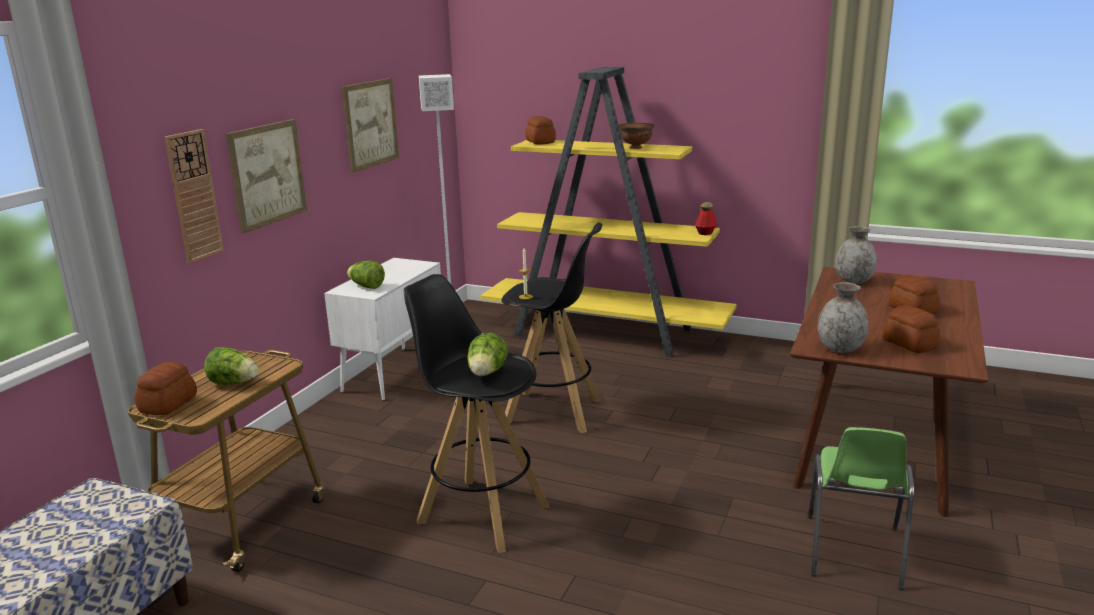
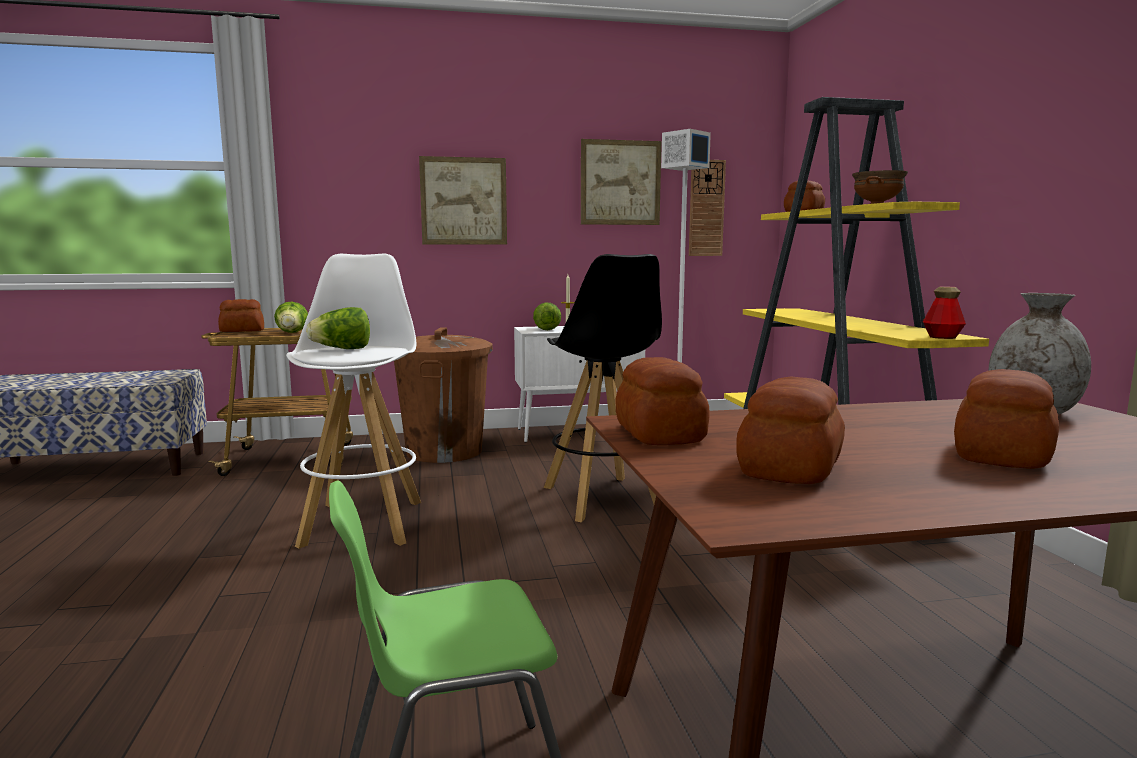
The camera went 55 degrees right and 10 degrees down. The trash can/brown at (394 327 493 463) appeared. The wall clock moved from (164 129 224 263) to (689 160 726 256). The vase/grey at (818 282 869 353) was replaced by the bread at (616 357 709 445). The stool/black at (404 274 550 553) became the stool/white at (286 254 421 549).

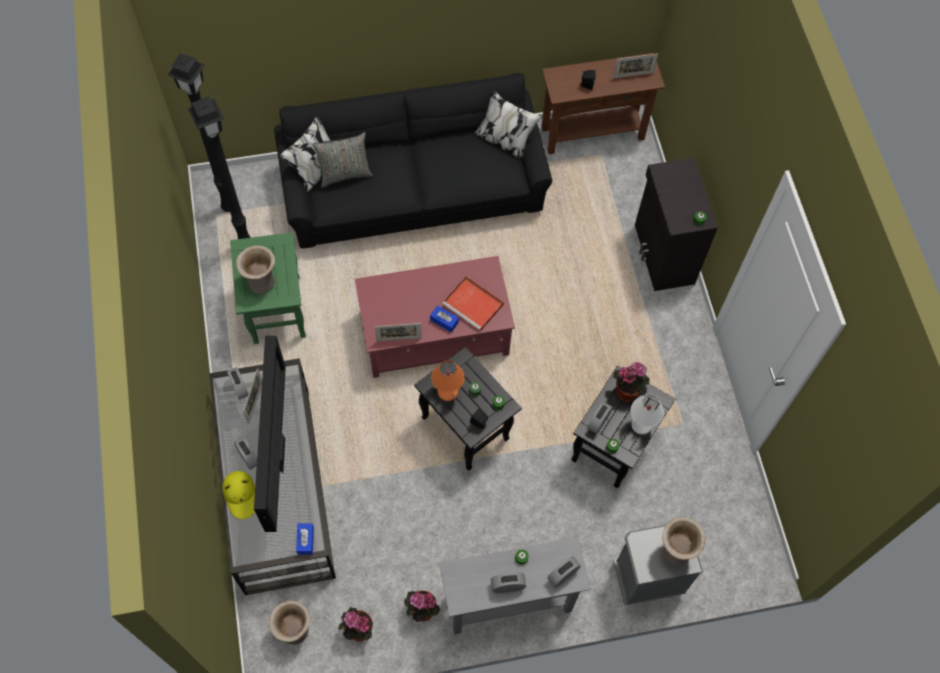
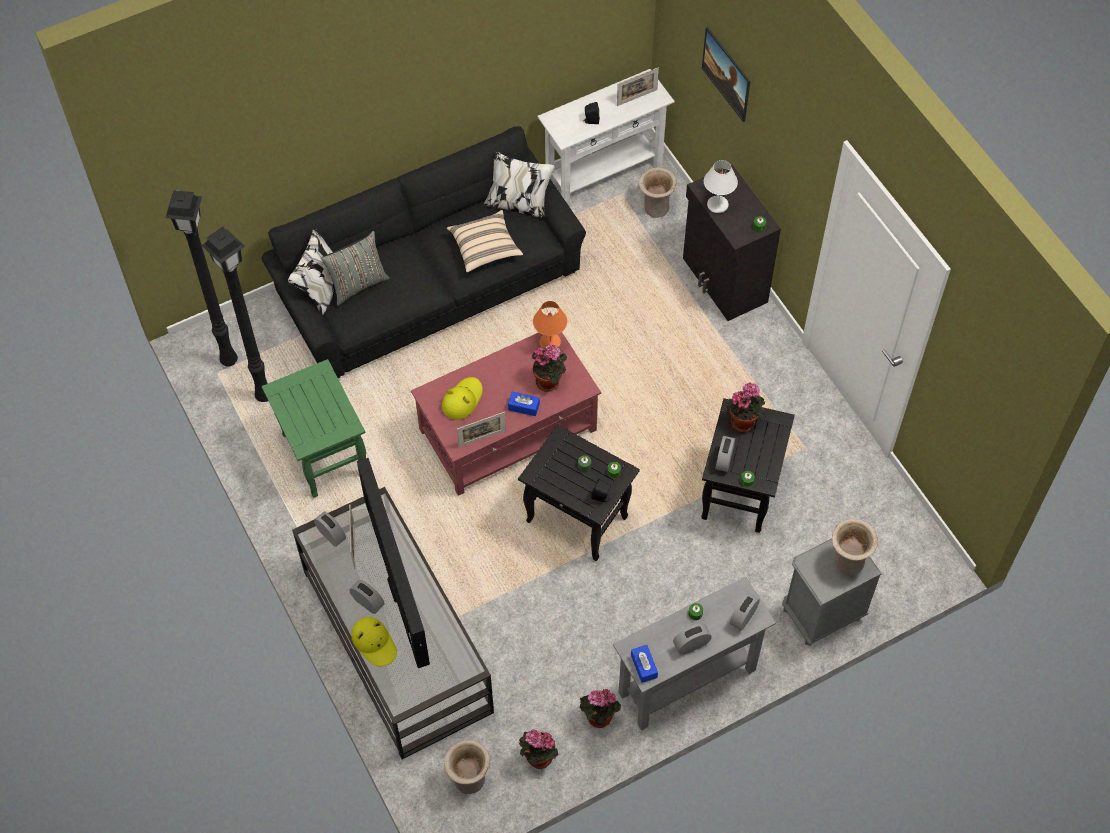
The camera went 15 degrees left and 5 degrees down. The hat/yellow at (442 377 483 420) appeared. The pillow/beige at (447 210 523 273) appeared. The picture at (702 27 750 122) appeared. The vase/beige moved from (236 245 275 293) to (639 167 677 218). The tissue box/blue moved from (296 523 314 555) to (631 645 658 683). The table lamp/orange moved from (431 360 465 401) to (533 301 567 348). The table lamp/white moved from (631 395 664 435) to (704 160 738 213). The tray/red at (442 276 504 332) was replaced by the potted plant at (532 345 567 392). The console table/brown at (541 53 665 154) became the console table/white at (538 69 675 207).

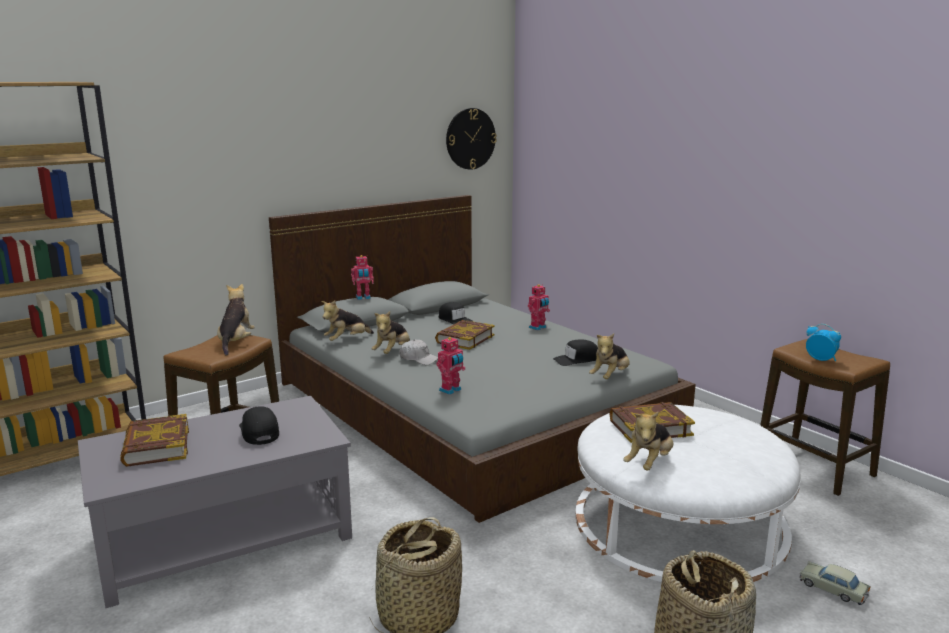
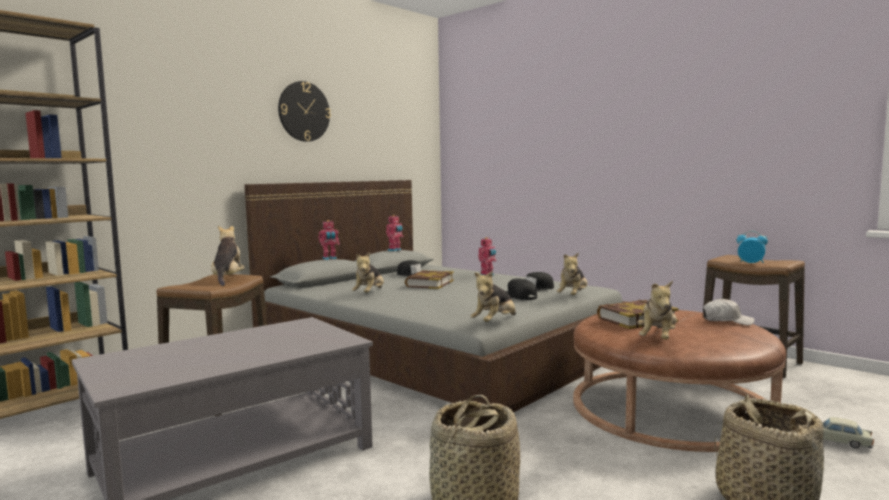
The camera went 10 degrees left and 10 degrees down. The book at (120 414 189 467) disappeared. The cap/black moved from (239 406 279 445) to (506 279 537 300). The plush toy moved from (321 301 374 341) to (470 271 516 322). The cap/white moved from (399 340 438 365) to (703 298 755 326). The toy robot moved from (436 336 465 395) to (386 215 403 251). The wall clock moved from (446 108 497 170) to (278 81 331 142). The ottoman/white at (575 405 801 582) became the ottoman/brown at (573 310 786 452).

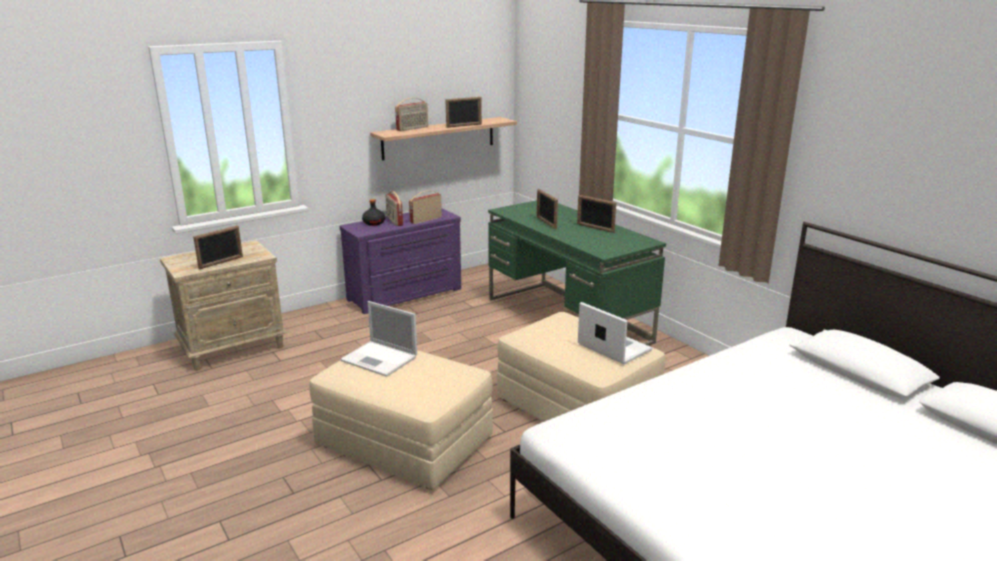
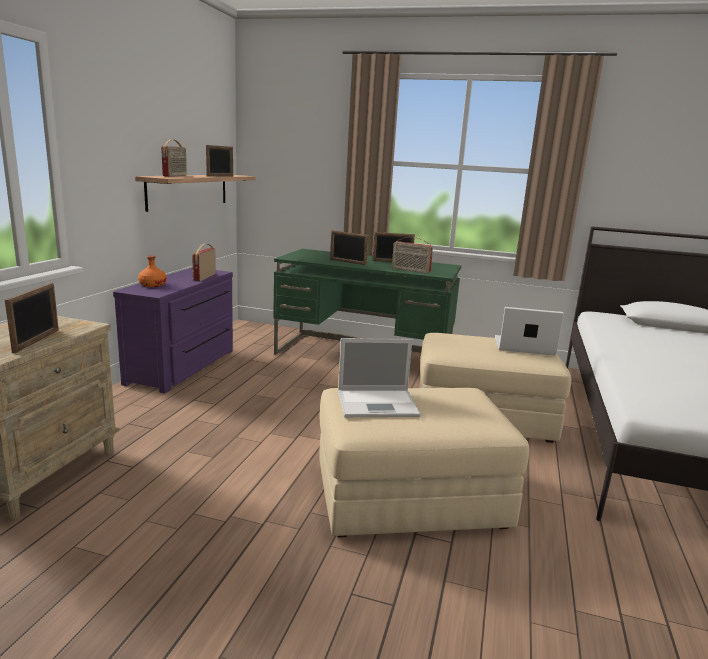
The camera went 40 degrees left and 5 degrees down. The radio moved from (385 191 403 226) to (392 237 433 274). The bottle/black at (362 199 385 226) became the bottle/orange at (138 256 167 287).

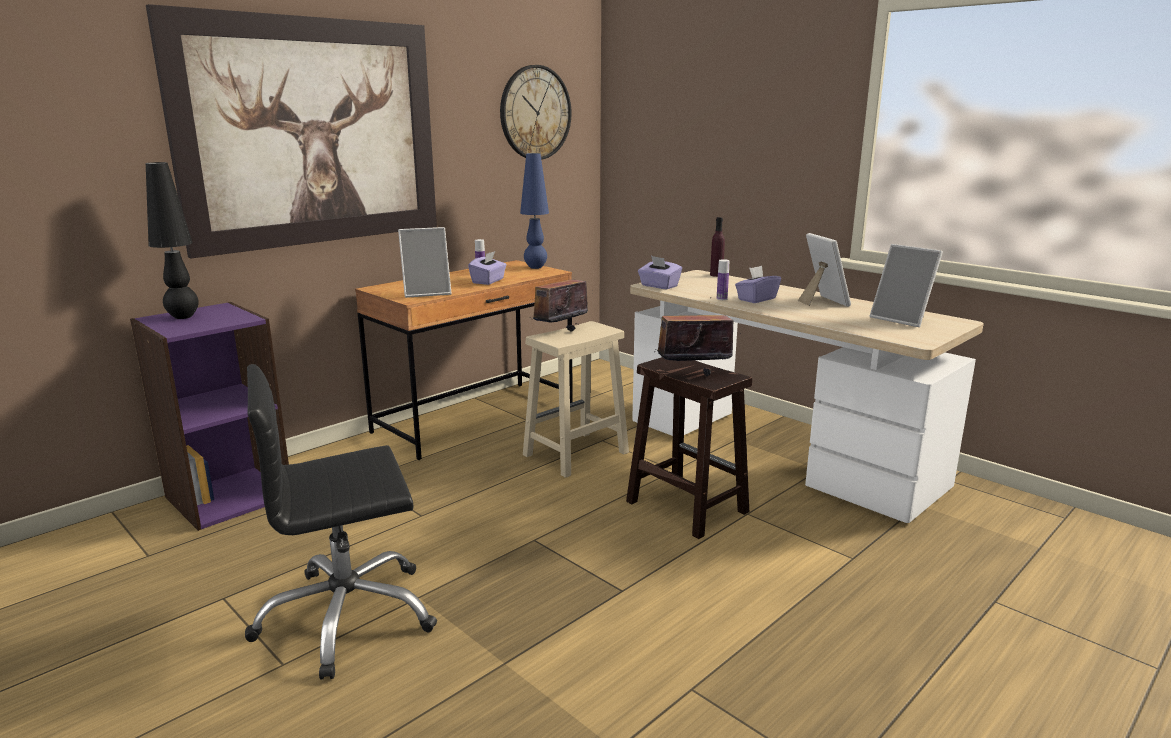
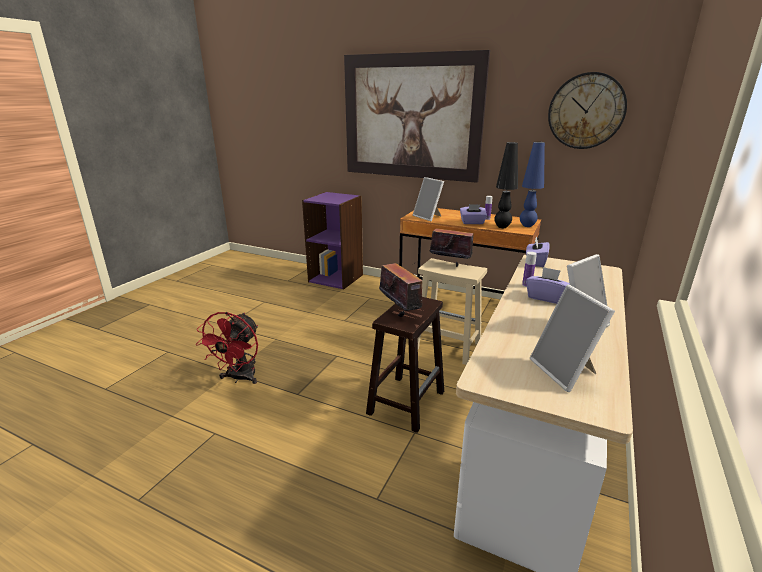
The camera went 70 degrees right and 5 degrees up. The office chair/black at (245 364 437 680) disappeared. The bottle/purple at (710 217 725 277) disappeared. The fan/red at (196 312 258 384) appeared. The table lamp/black moved from (146 162 199 319) to (494 142 518 228). The picture frame at (870 244 943 327) turned 45 degrees counterclockwise.

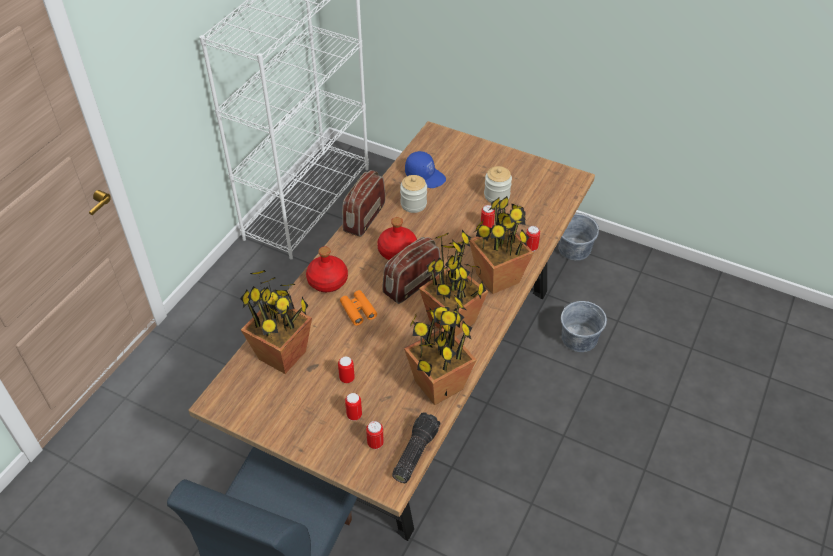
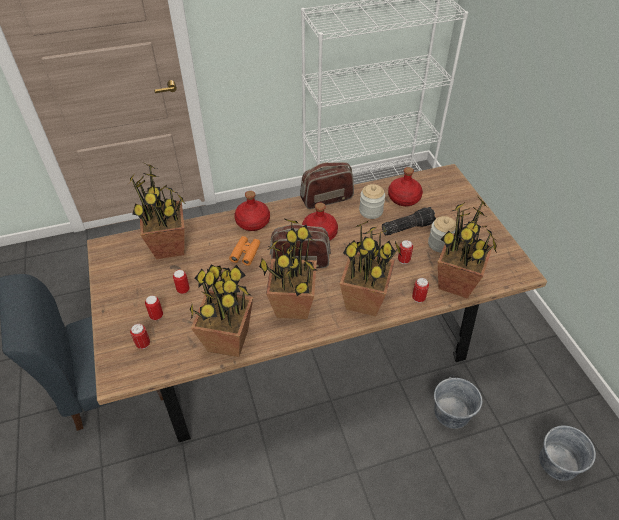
The camera went 45 degrees right and 0 degrees up. The potted plant at (438 197 497 299) appeared. The flashlight moved from (392 412 440 483) to (382 207 436 235). The bucket/grey moved from (558 213 599 261) to (539 425 596 481). The cap/blue at (405 151 446 188) was replaced by the bottle/red at (388 167 423 206).

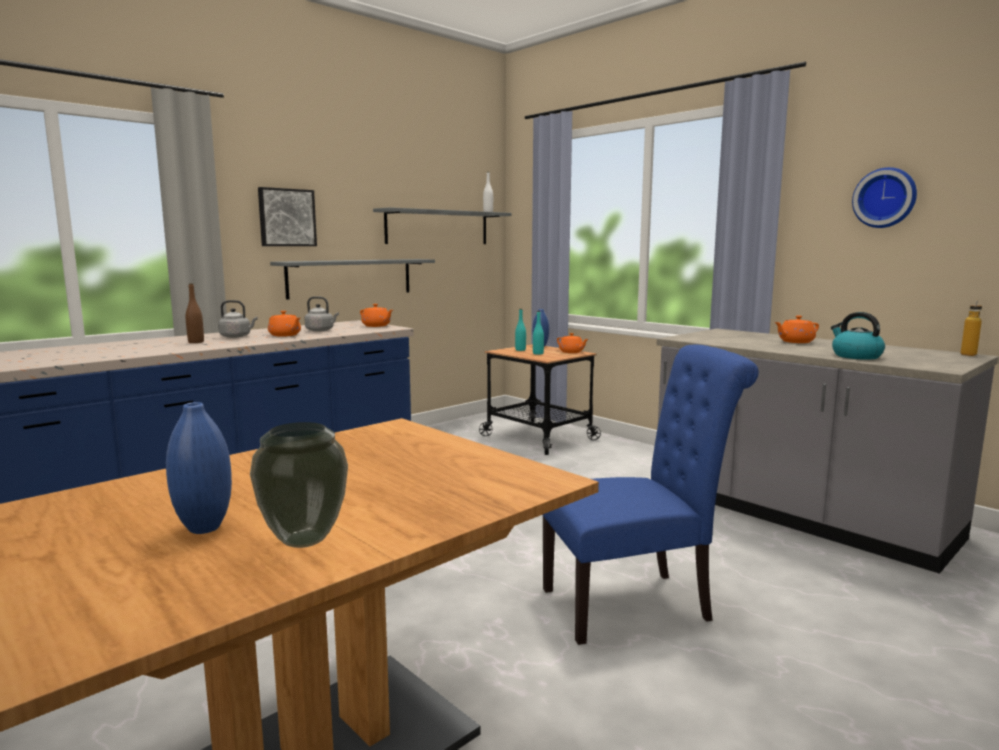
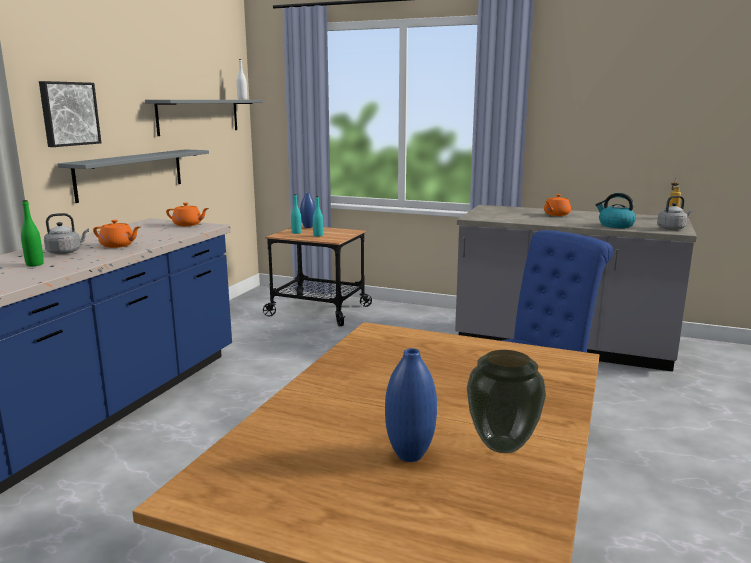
The camera went 25 degrees left and 5 degrees up. The teapot/orange at (557 333 589 353) disappeared. The wall clock at (852 167 917 228) disappeared. The kettle/grey moved from (305 296 339 332) to (657 195 693 230). The bottle/brown at (186 283 204 343) became the bottle/green at (21 200 44 266).

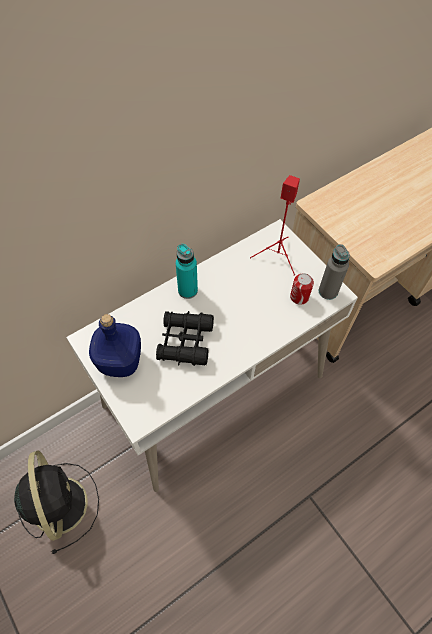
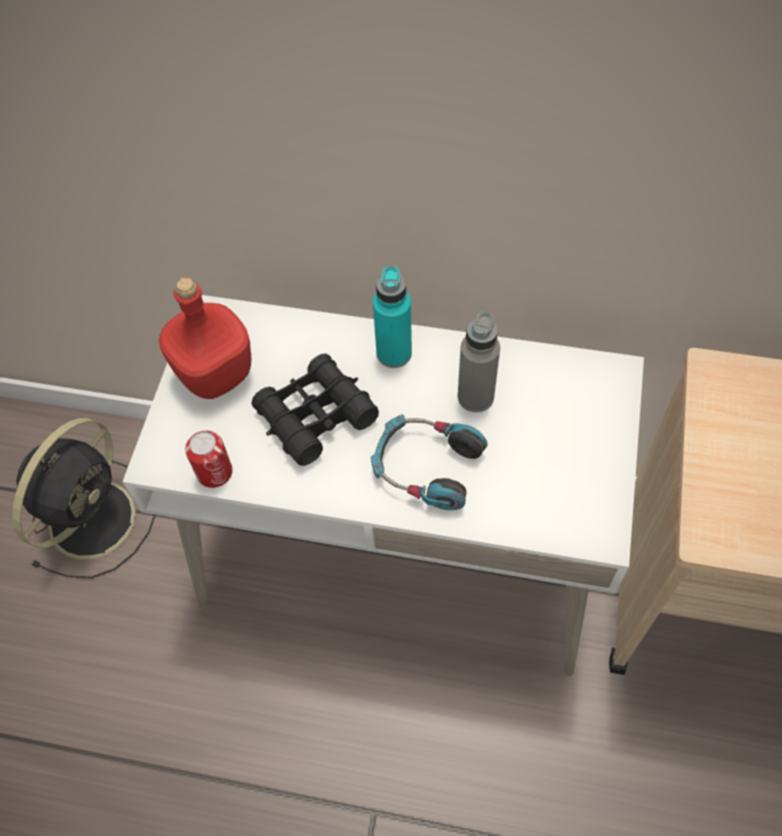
The camera went 50 degrees right and 0 degrees up. The speaker/red at (250 175 300 276) disappeared. The headphones at (371 414 488 510) appeared. The can moved from (290 273 314 305) to (185 431 233 488). The bottle/grey moved from (319 244 350 300) to (458 311 500 412). The bottle/blue at (89 314 141 377) became the bottle/red at (159 277 251 399).

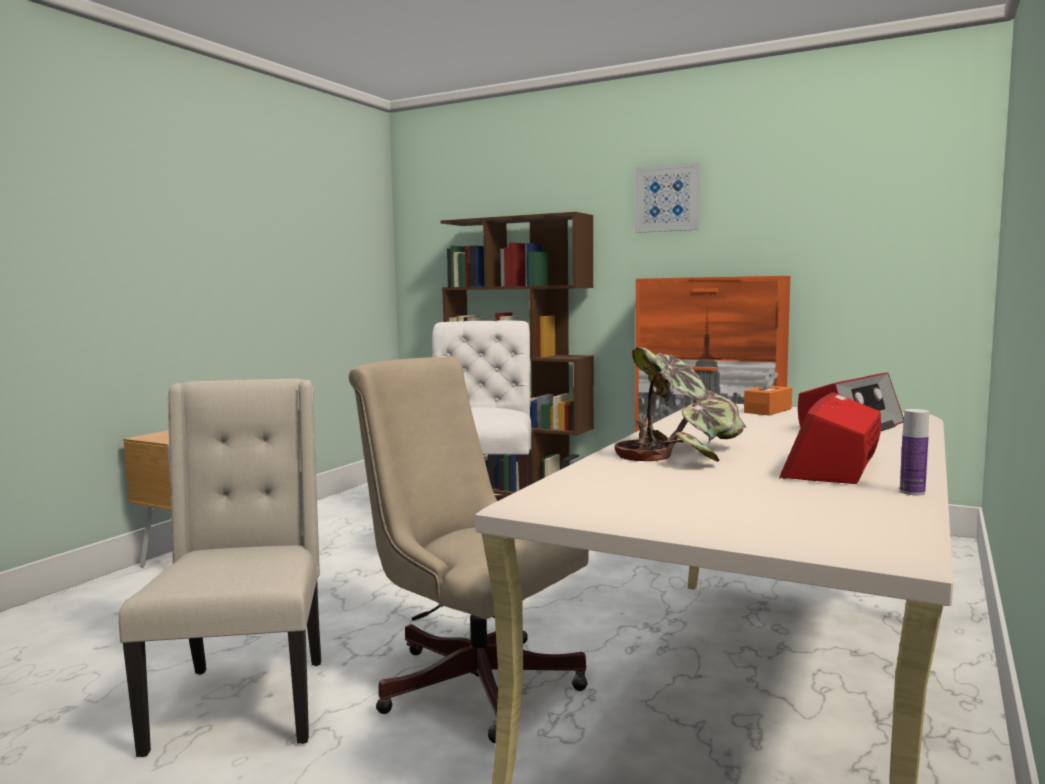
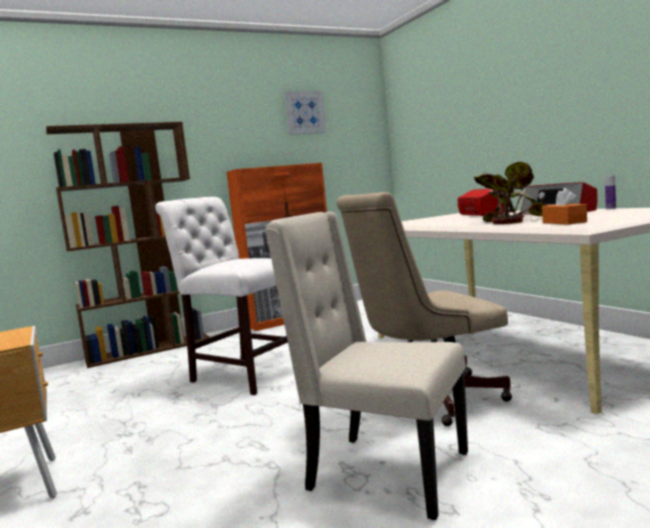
The camera went 55 degrees left and 0 degrees up. The picture moved from (635 162 700 233) to (284 91 326 135). The tissue box/orange moved from (744 368 792 415) to (542 188 587 225).

